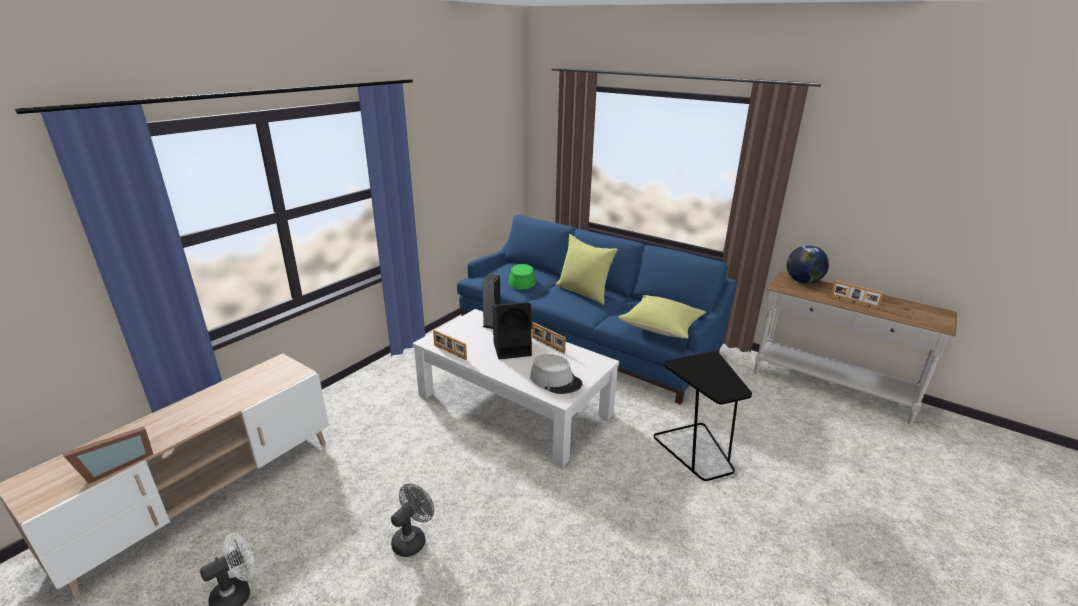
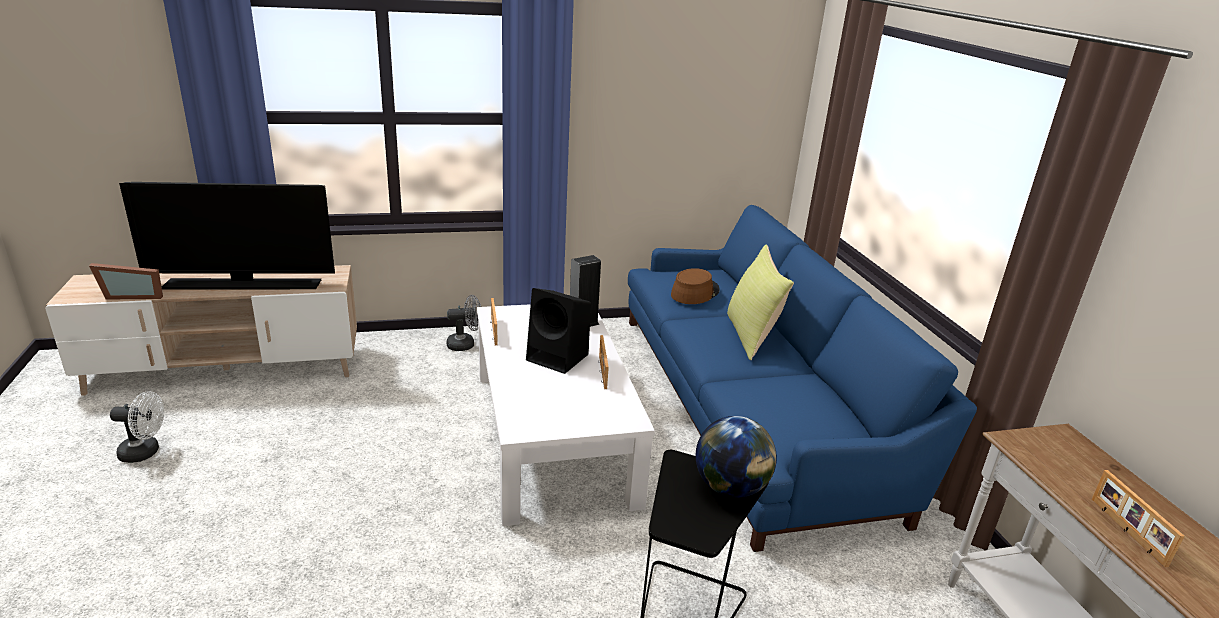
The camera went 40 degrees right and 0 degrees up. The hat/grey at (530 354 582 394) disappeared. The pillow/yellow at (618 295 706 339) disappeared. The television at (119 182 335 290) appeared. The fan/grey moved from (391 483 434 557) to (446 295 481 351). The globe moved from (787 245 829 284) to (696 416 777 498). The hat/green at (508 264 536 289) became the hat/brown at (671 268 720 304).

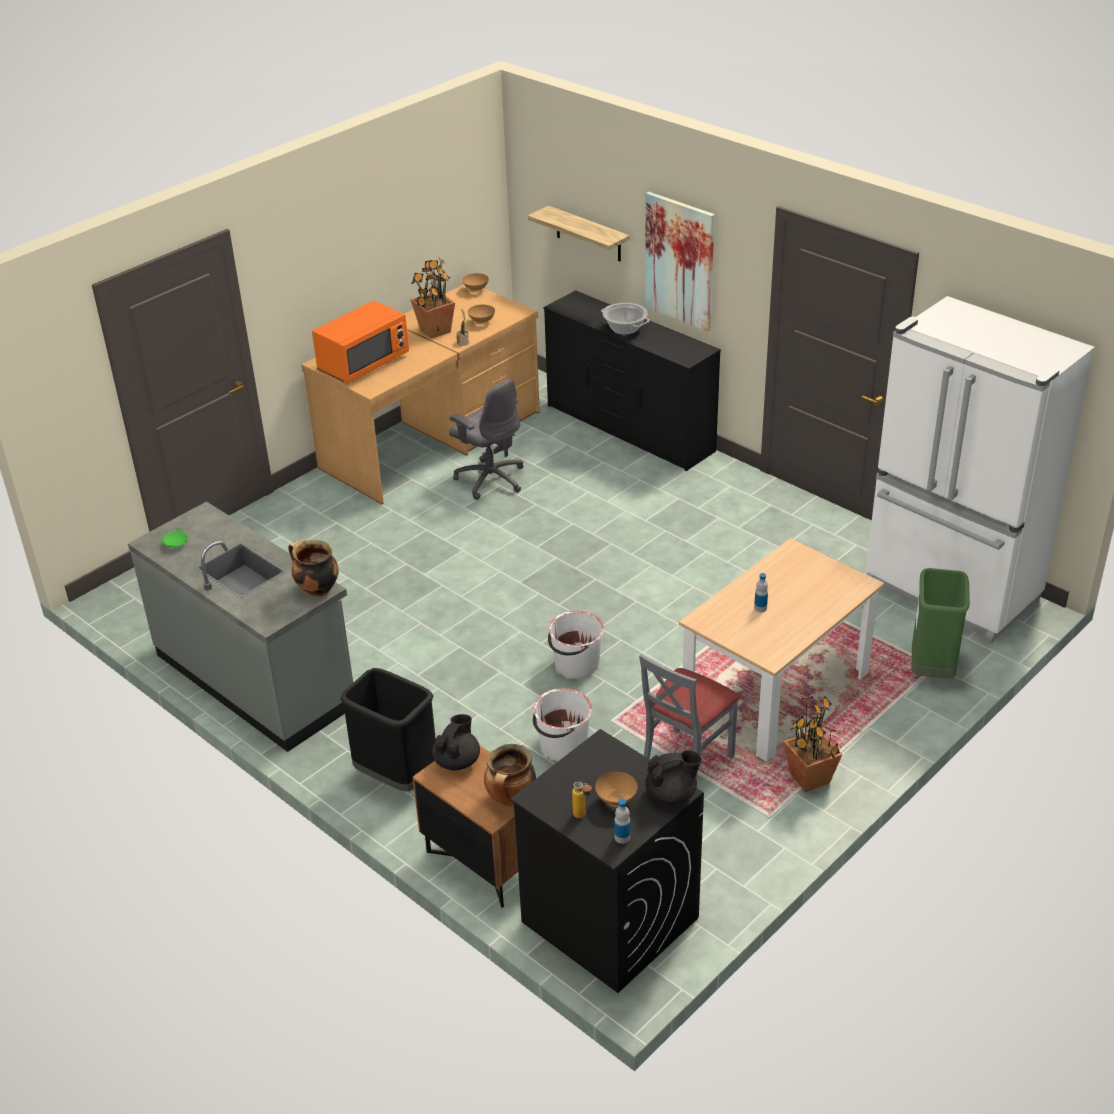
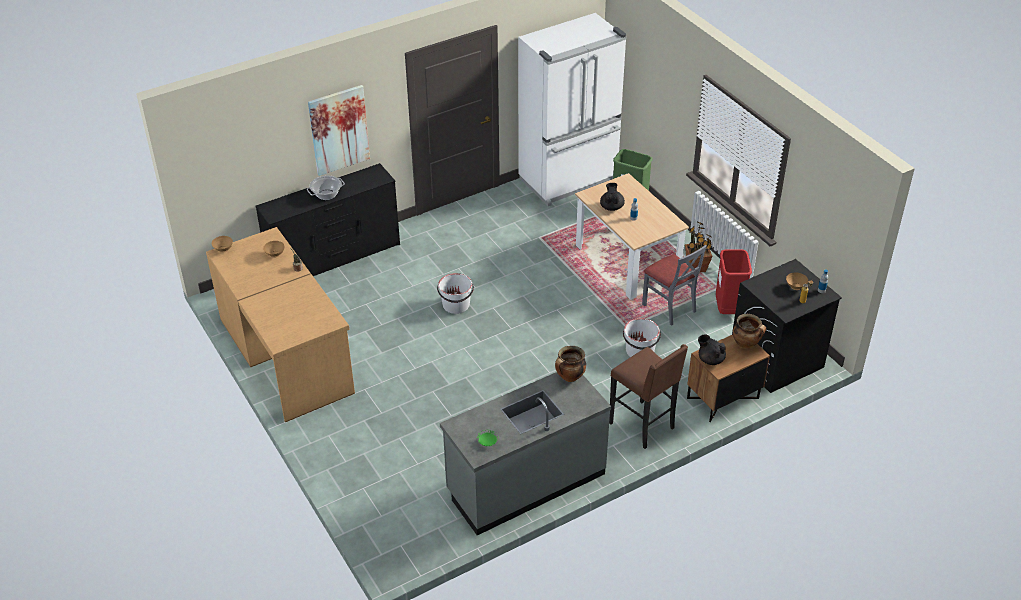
The camera went 75 degrees left and 5 degrees up. The microwave/orange at (312 301 409 383) disappeared. The potted plant at (411 257 455 339) disappeared. The office chair/grey at (449 379 524 500) disappeared. The shelf at (528 206 630 261) disappeared. The trash can/red at (716 249 752 314) appeared. The bucket/white moved from (548 611 604 678) to (437 273 474 314). The teapot/black moved from (645 750 702 804) to (600 183 625 211). The trash can/black at (340 668 436 792) was replaced by the stool/brown at (609 344 688 449).

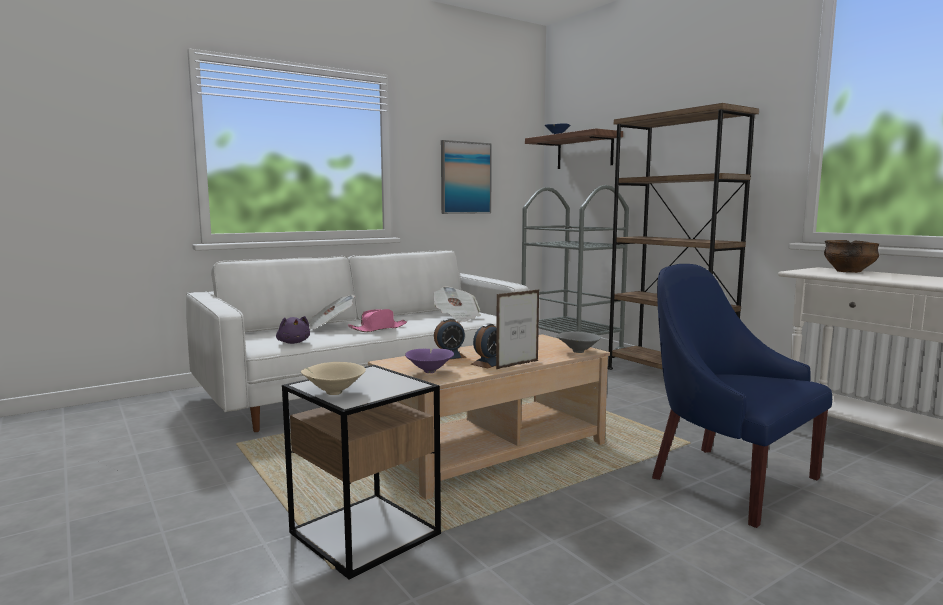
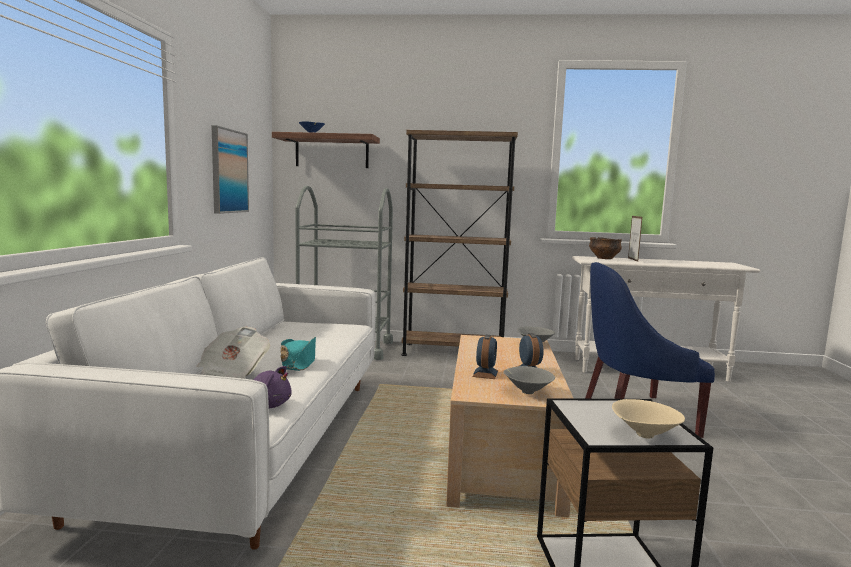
The camera went 50 degrees left and 0 degrees up. The newspaper at (433 287 481 322) disappeared. The picture frame moved from (496 290 539 369) to (628 216 642 262). The hat/pink at (348 309 407 332) became the hat/turquoise at (281 337 316 371). The bowl/purple at (405 349 454 373) became the bowl/grey at (504 366 555 394).

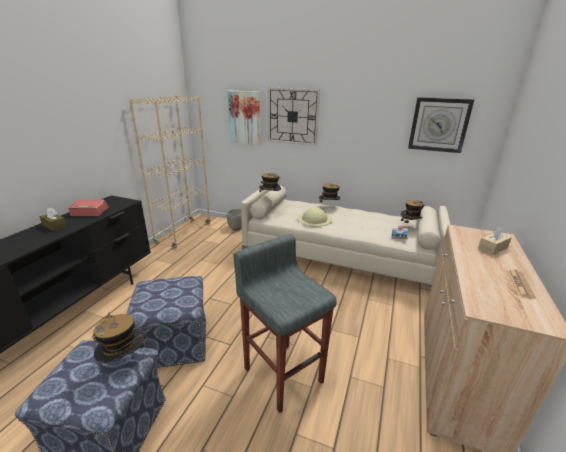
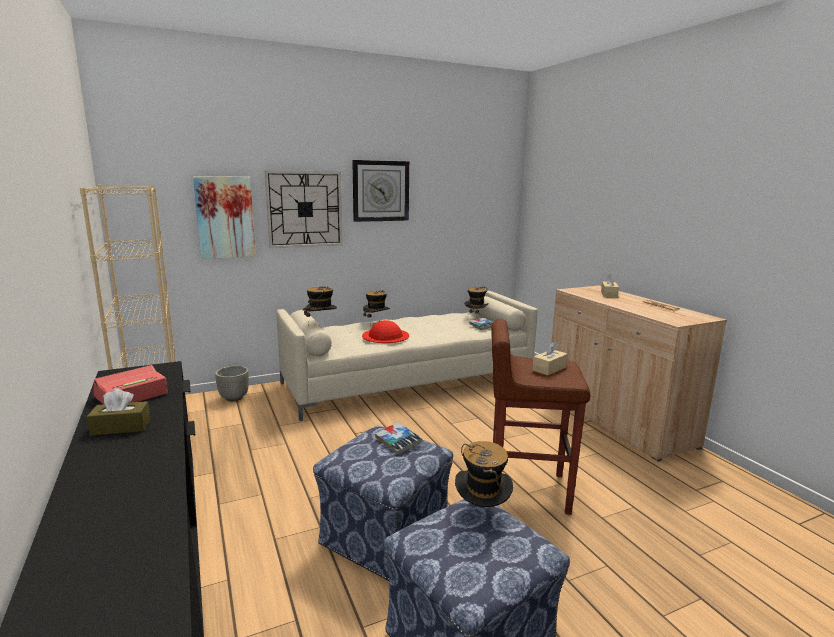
The camera went 45 degrees left and 10 degrees down. The book at (375 422 422 455) appeared. The tissue box/beige at (532 342 568 376) appeared. The wall clock moved from (408 97 474 153) to (352 160 409 222). The stool/grey at (233 235 337 413) became the stool/brown at (491 319 590 515). The hat/beige at (297 207 332 227) became the hat/red at (362 320 409 343).

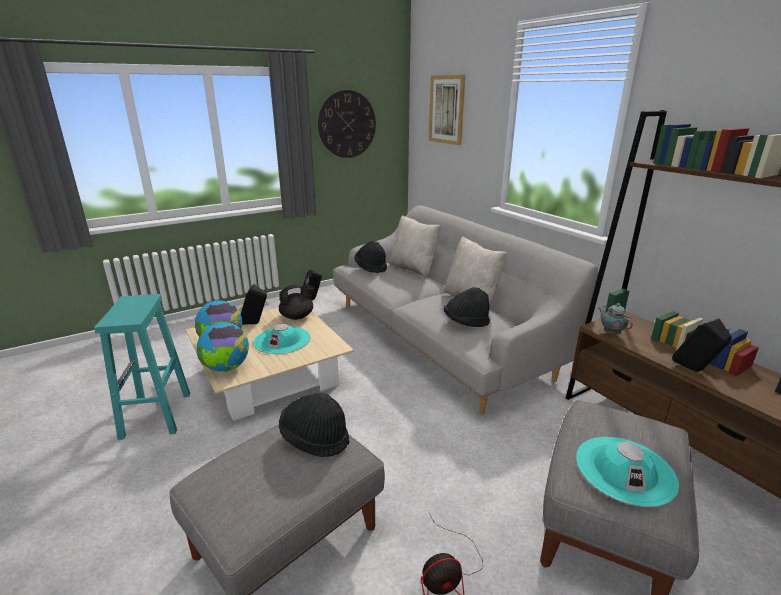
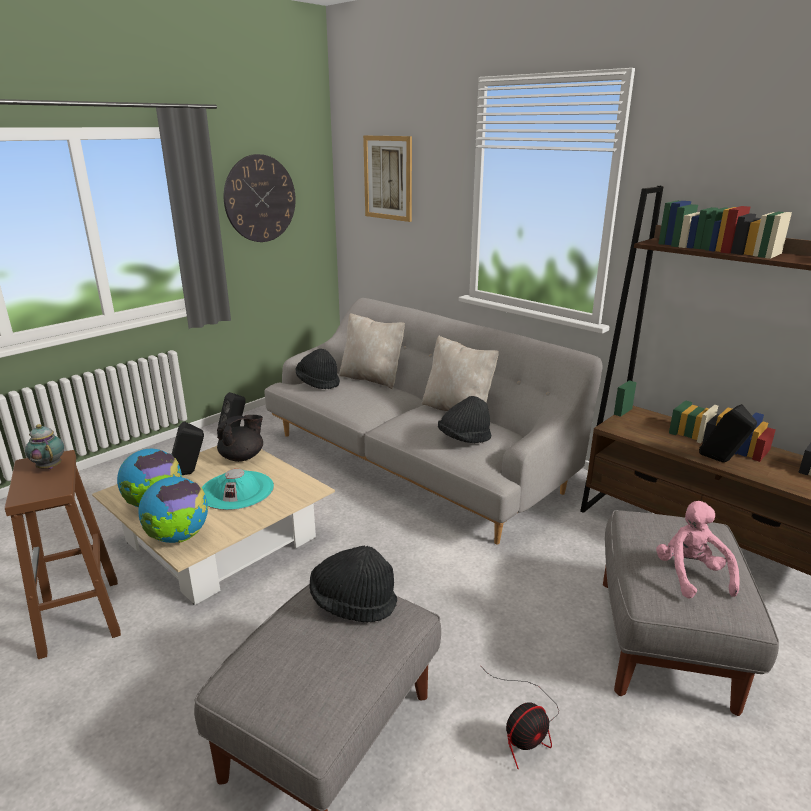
The camera went 15 degrees left and 0 degrees up. The teapot moved from (598 303 633 336) to (25 424 64 469). The hat/turquoise at (576 437 679 507) was replaced by the plush toy/pink at (656 501 739 599). The stool/turquoise at (94 294 190 440) became the stool/brown at (5 450 121 659).

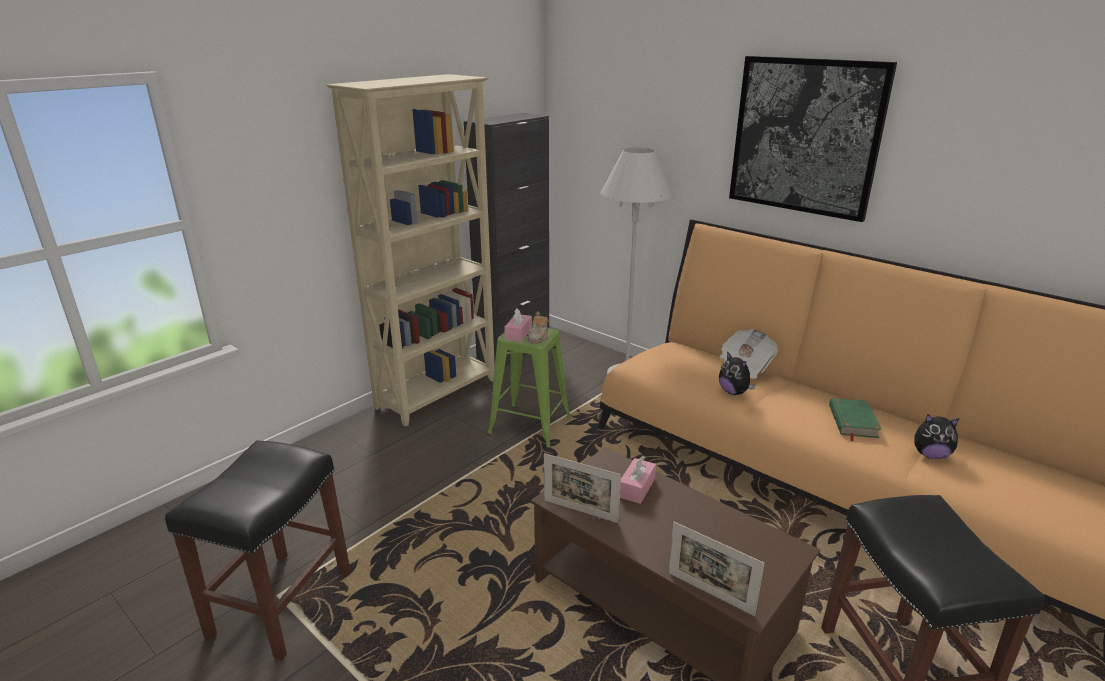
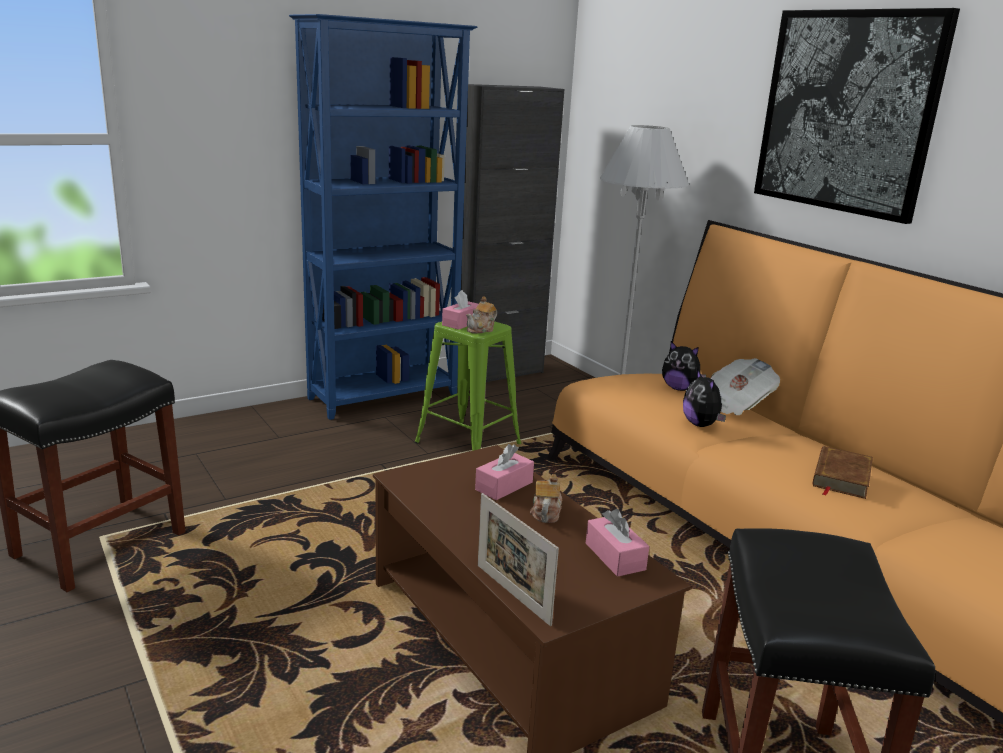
The camera went 15 degrees right and 5 degrees down. The picture frame at (544 453 621 523) disappeared. The teapot at (530 474 562 523) appeared. The tissue box/pink at (586 509 649 577) appeared. The plush toy moved from (914 414 959 459) to (662 341 706 391). The bookcase/beige at (326 74 495 427) became the bookcase/blue at (289 14 477 420). The book/green at (829 398 882 442) became the book/brown at (813 446 873 499).

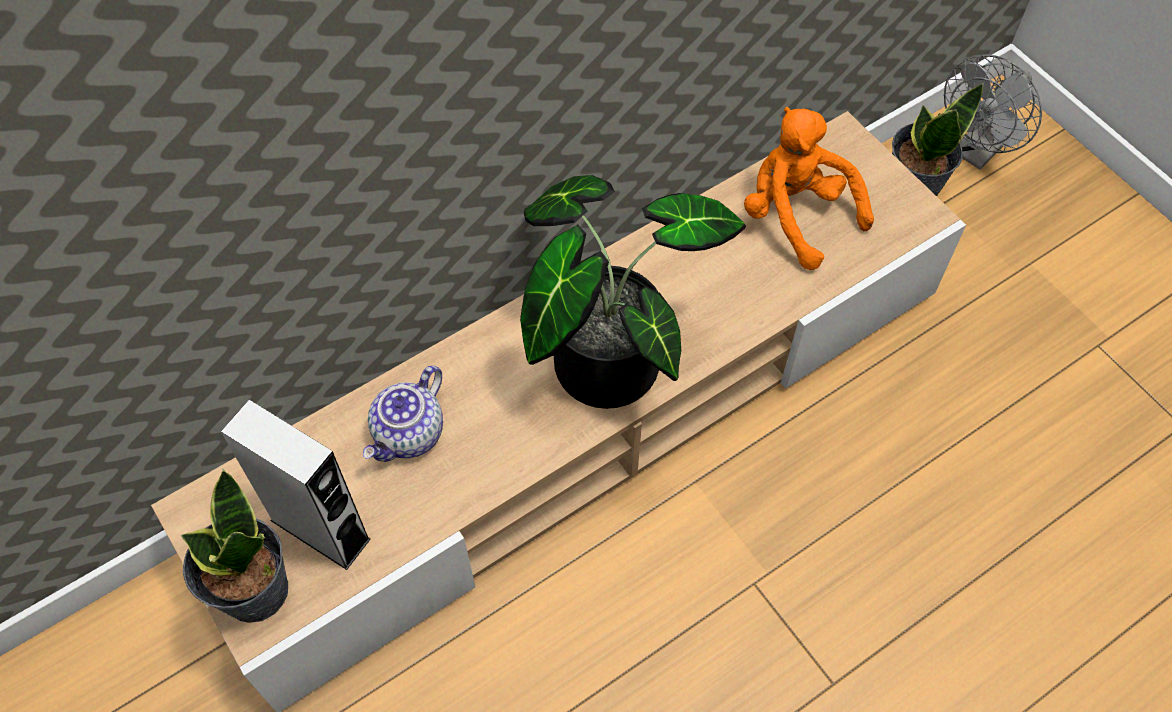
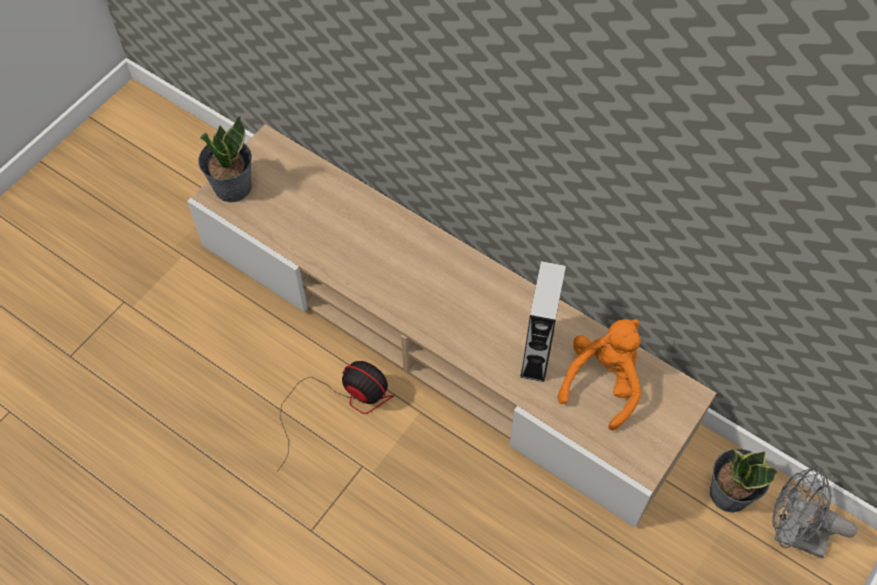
The camera went 70 degrees right and 0 degrees up. The teapot at (363 366 443 462) disappeared. The potted plant at (520 175 746 409) disappeared. The fan at (278 361 394 470) appeared. The speaker/grey moved from (221 400 371 570) to (520 261 566 382).

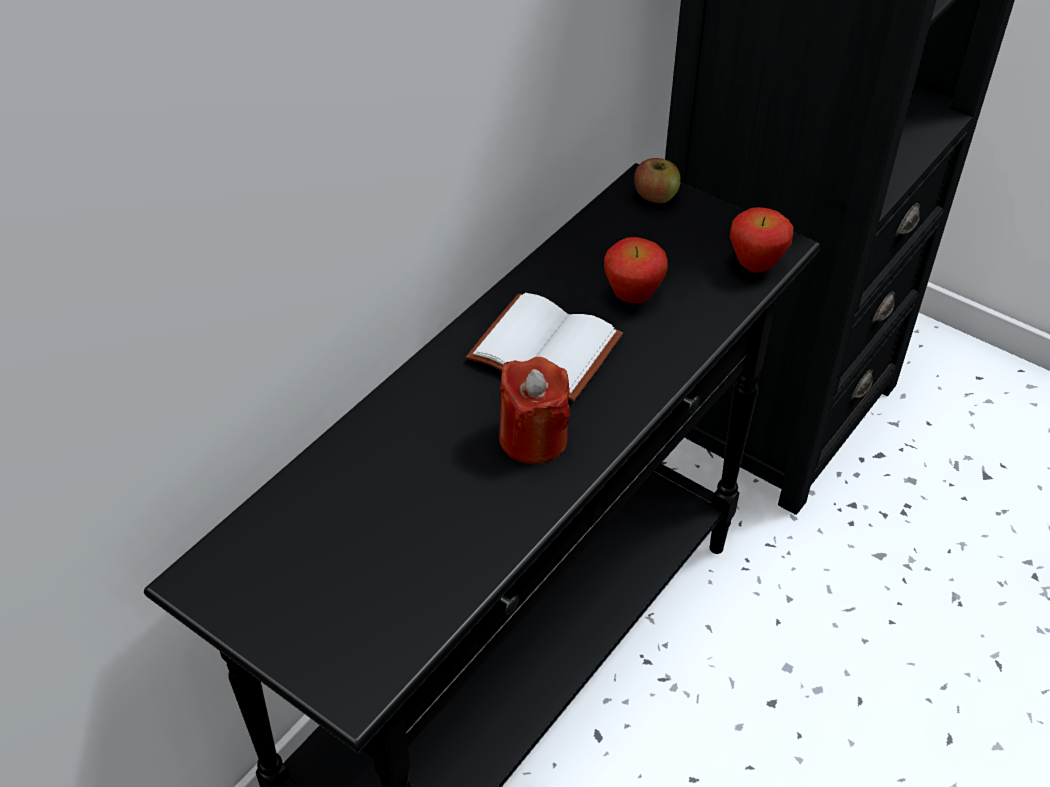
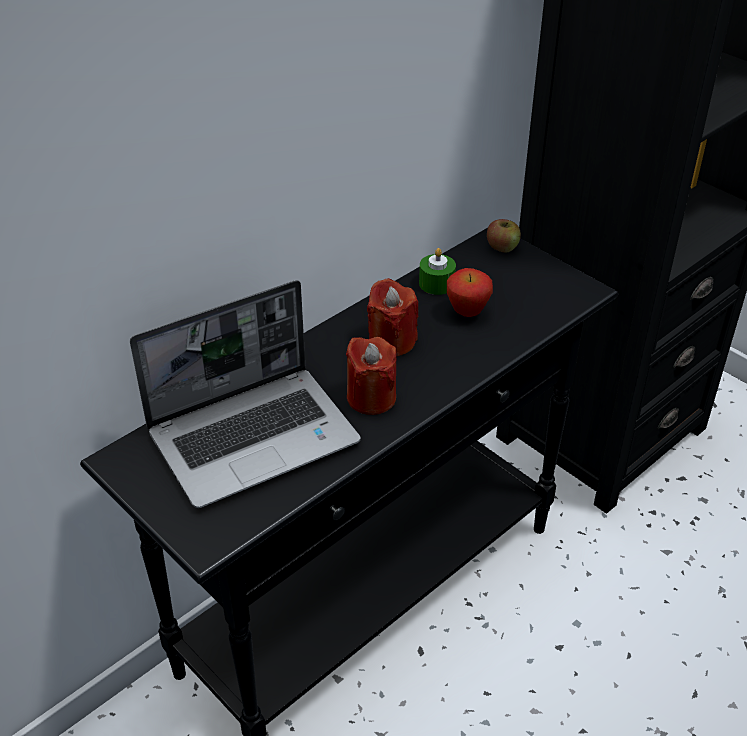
The camera went 10 degrees right and 5 degrees down. The apple at (730 207 793 273) disappeared. The laptop at (130 280 360 508) appeared. The candle/green at (419 248 456 295) appeared. The book/white at (466 293 623 402) was replaced by the candle/red at (367 278 419 356).

